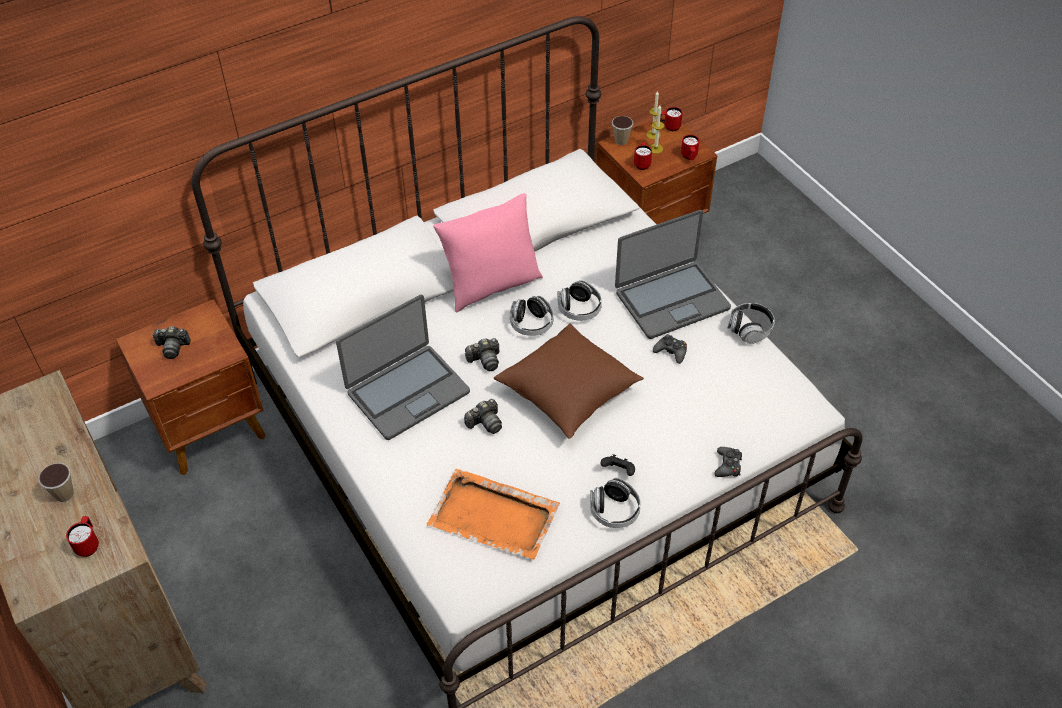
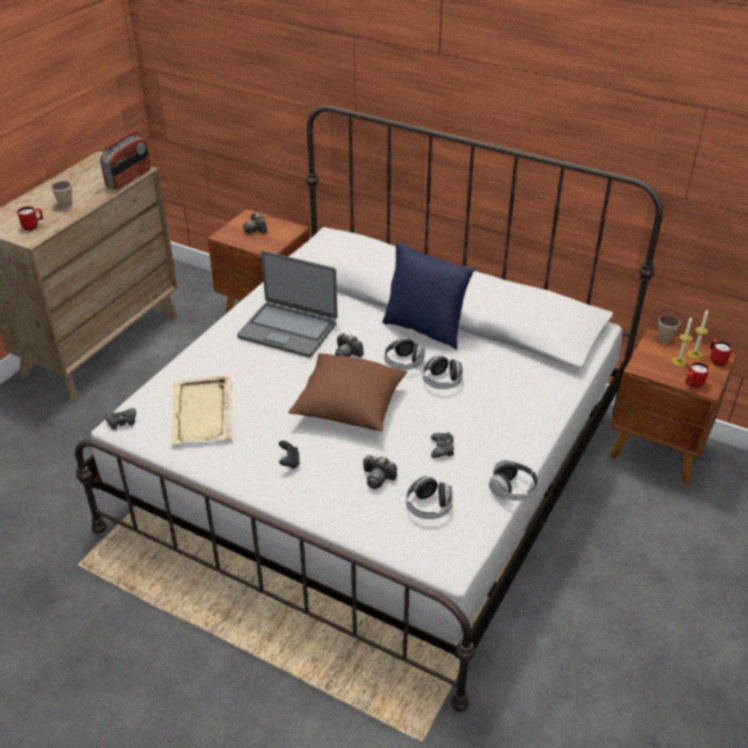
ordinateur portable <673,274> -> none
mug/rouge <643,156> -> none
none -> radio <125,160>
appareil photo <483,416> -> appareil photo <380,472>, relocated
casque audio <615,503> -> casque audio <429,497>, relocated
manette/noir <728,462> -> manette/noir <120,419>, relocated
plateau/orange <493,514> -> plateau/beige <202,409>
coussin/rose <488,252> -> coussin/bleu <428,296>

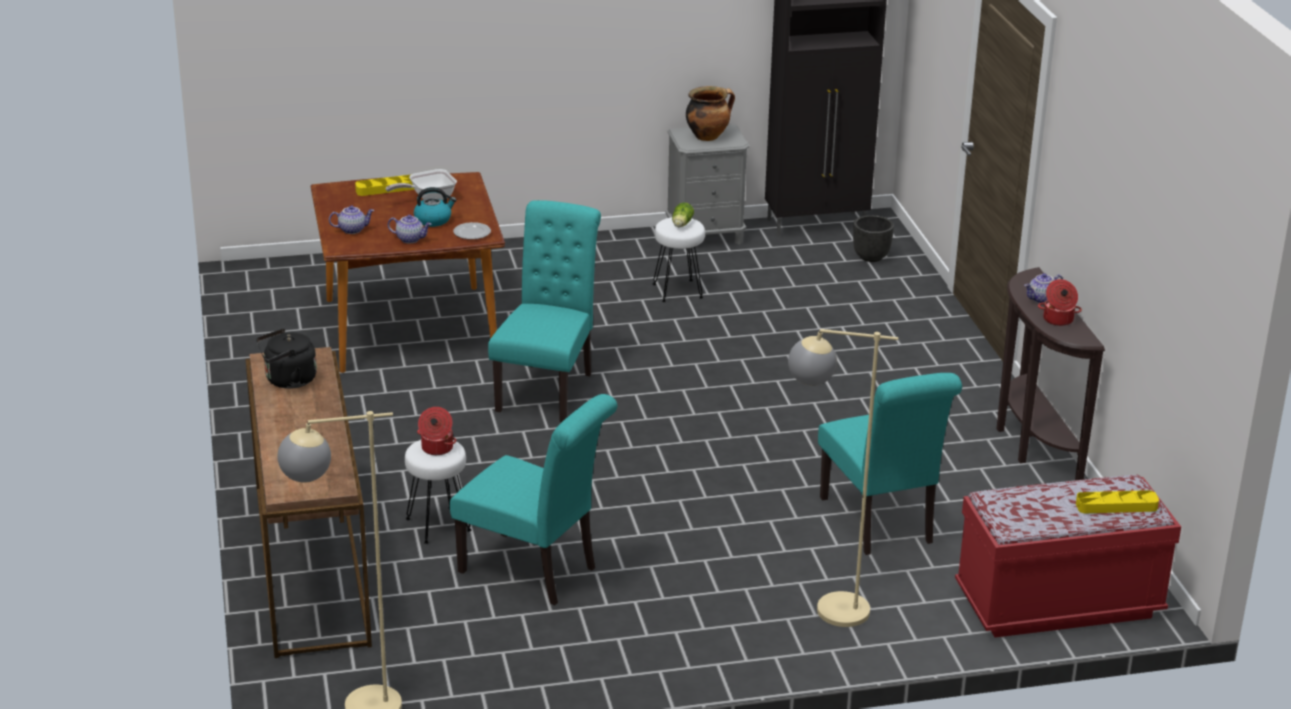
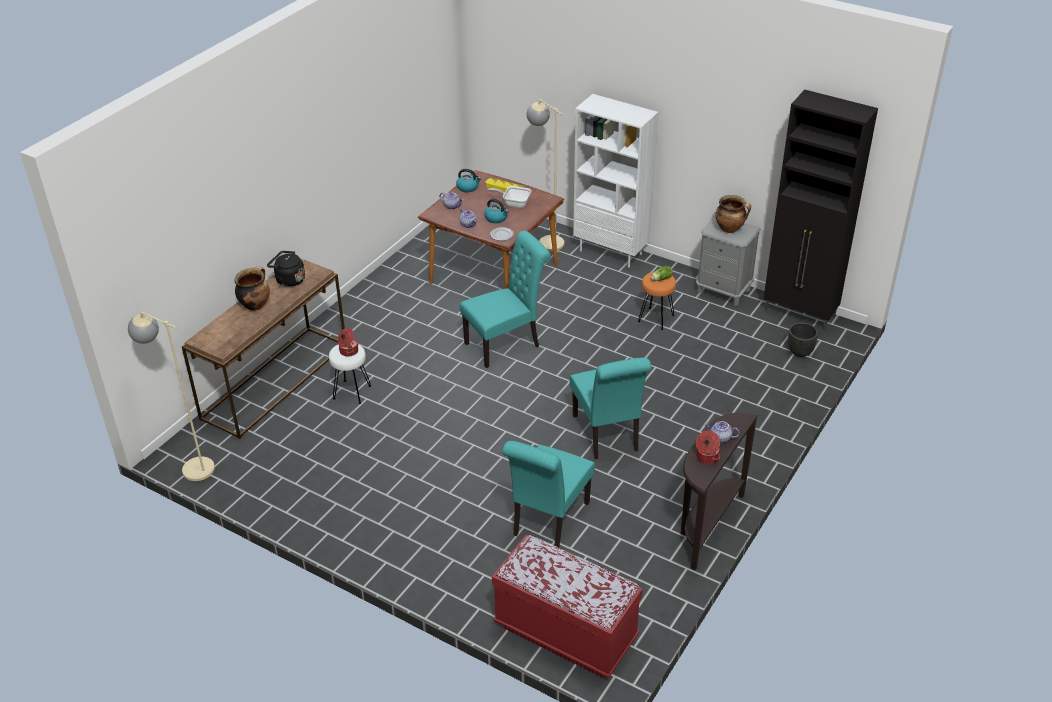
plateau/jaune <1117,501> -> none
none -> marmite <252,288>
none -> bouilloire <468,180>
none -> bibliothèque/blanc <615,181>
chaise/turquoise <533,499> -> chaise/turquoise <610,409>, relocated
lampadaire/beige <843,478> -> lampadaire/beige <545,175>, relocated
tabouret/blanc <679,259> -> tabouret/orange <657,301>

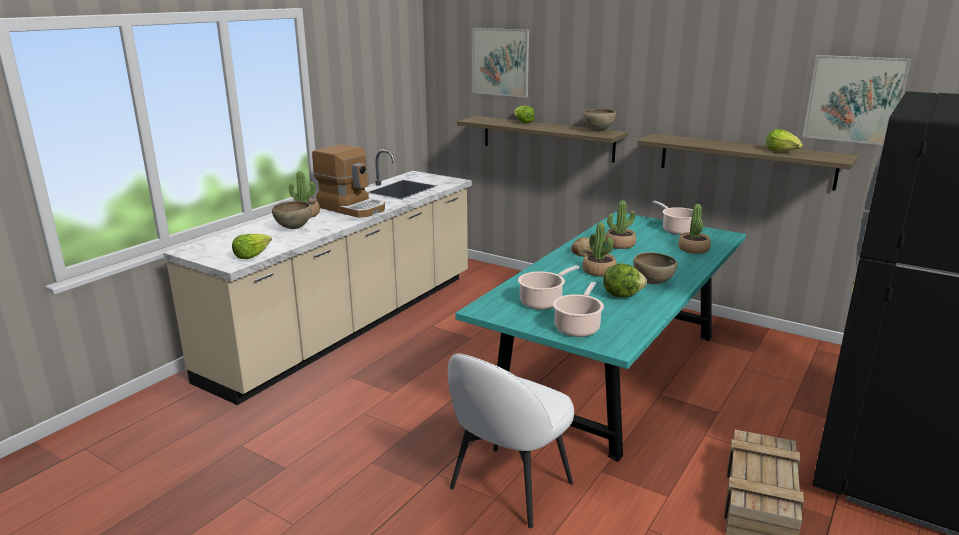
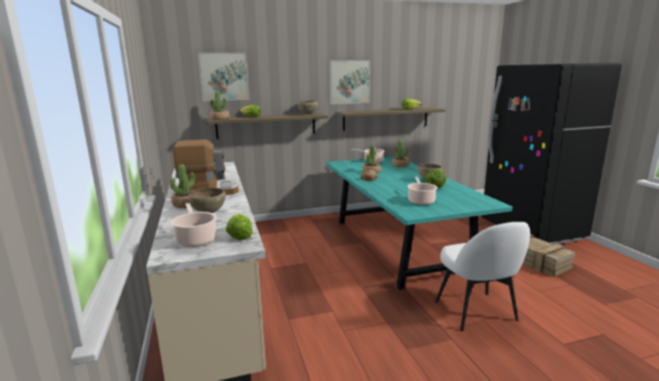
marmite <578,309> -> marmite <194,225>, relocated
plante en pot <599,250> -> plante en pot <219,105>, relocated
tableau <857,100> -> tableau <349,82>, relocated

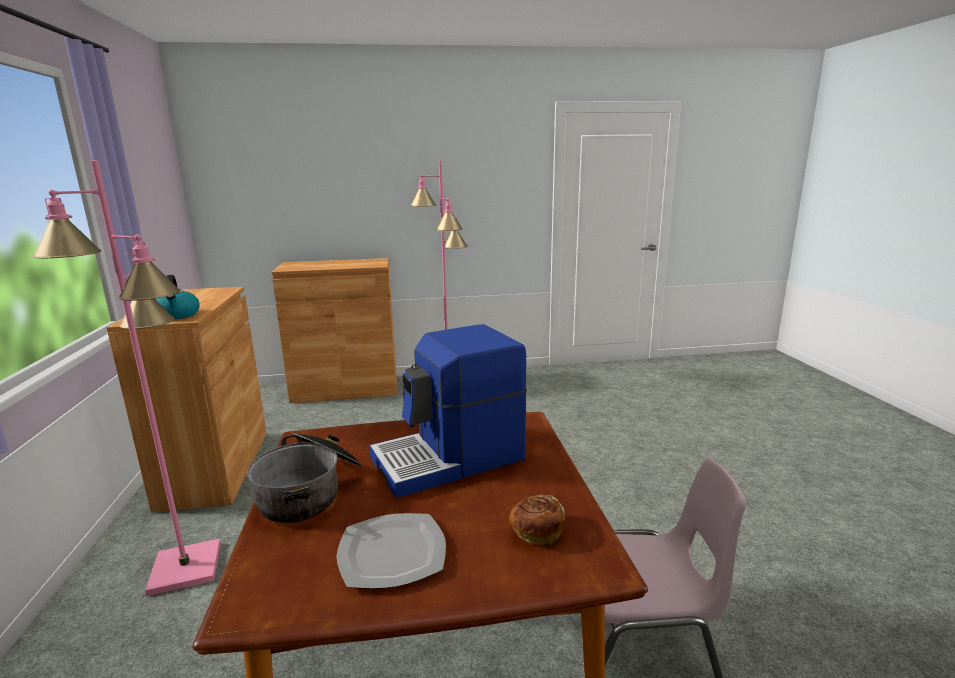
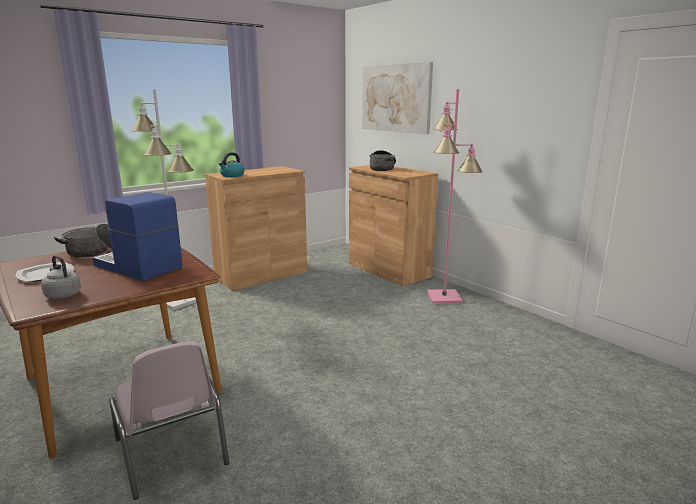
none -> tableau <397,98>
none -> marmite <382,160>
pain <537,520> -> bouilloire/gris <61,277>
lampadaire/rose <126,378> -> lampadaire/blanc <164,199>

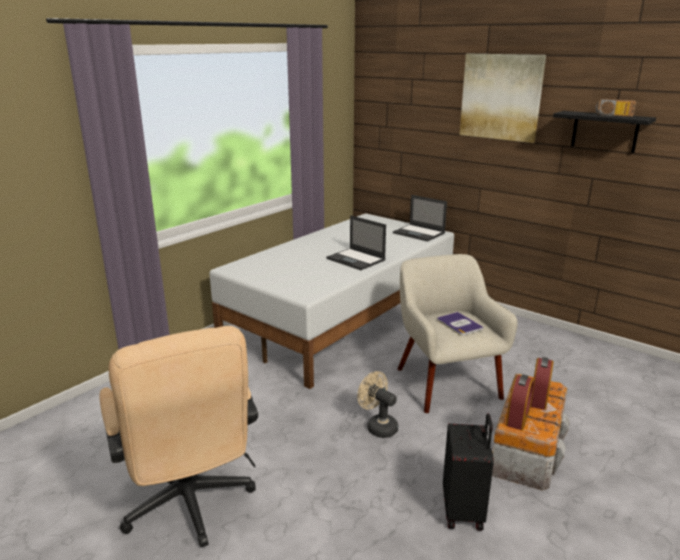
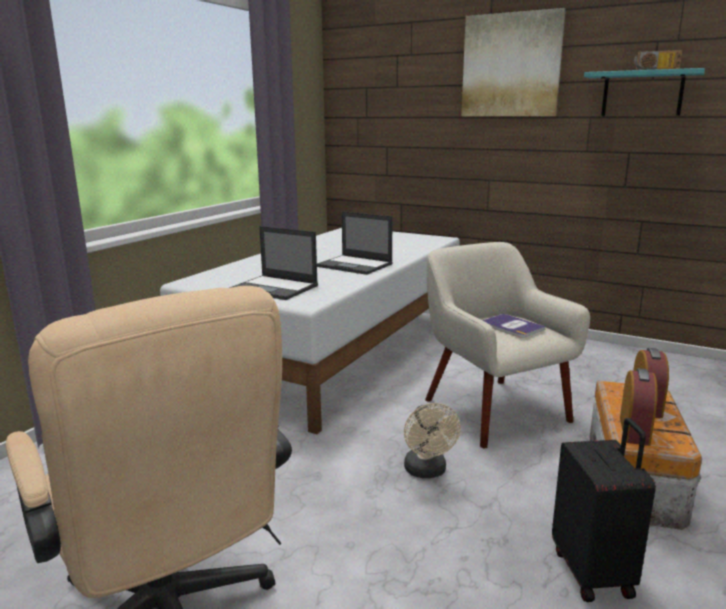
ordinateur portable <420,218> -> ordinateur portable <273,263>, relocated
étagère/noir <604,132> -> étagère/turquoise <644,92>
ventilateur/beige <377,404> -> ventilateur/beige <432,440>, 135 degrees counterclockwise

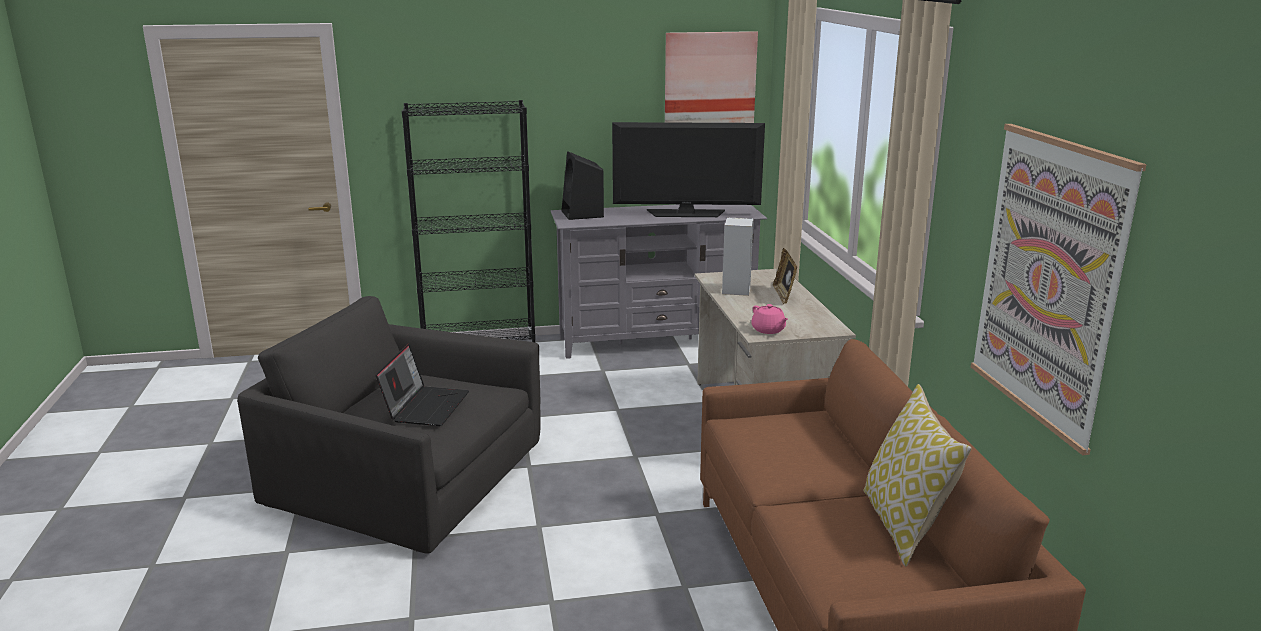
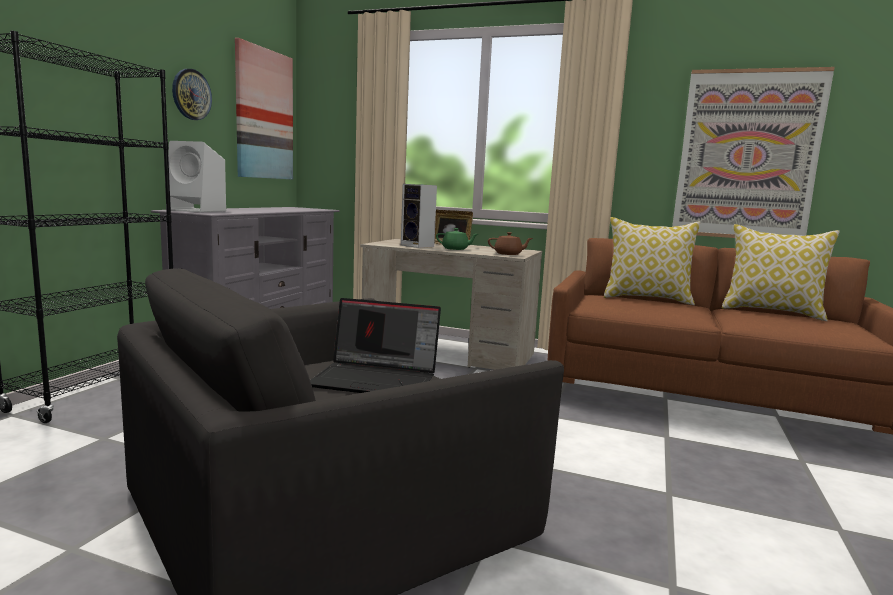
téléviseur <688,169> -> none
none -> horloge murale <192,94>
none -> théière/vert <457,239>
none -> coussin <652,261>
enceinte/noir <582,185> -> enceinte/blanc <197,176>
théière/rose <769,319> -> théière/marron <510,243>
ordinateur portable <422,385> -> ordinateur portable <375,345>, 150 degrees clockwise

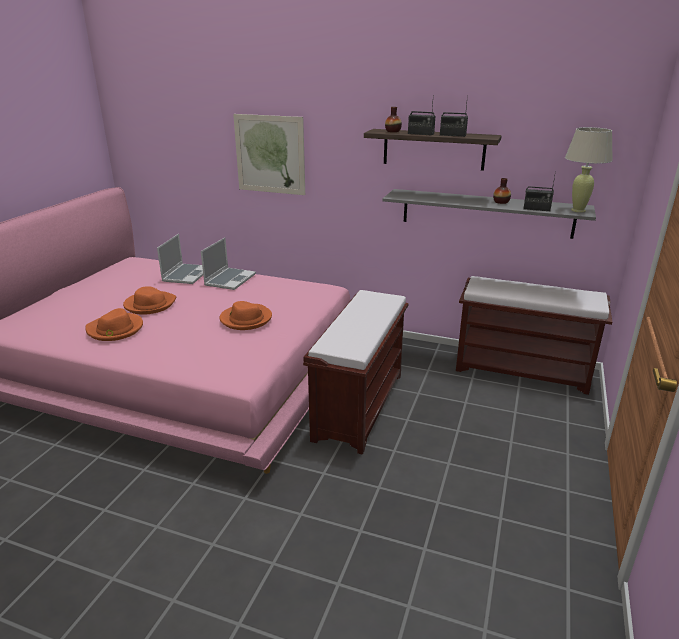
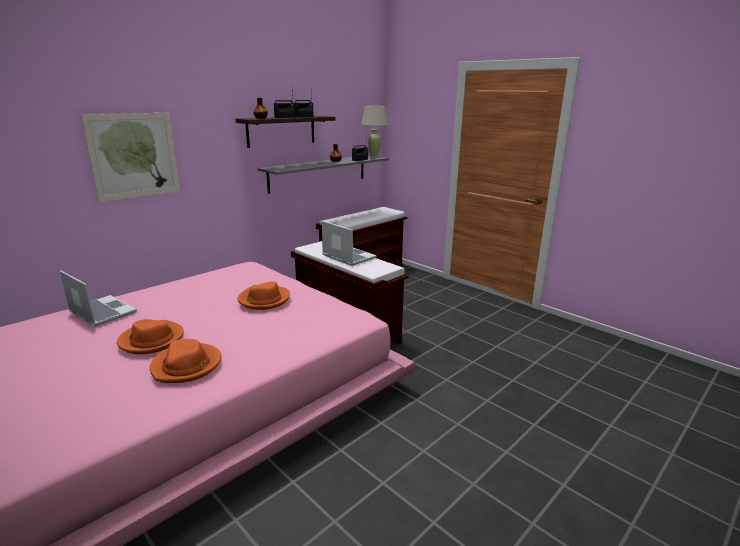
ordinateur portable <228,263> -> ordinateur portable <349,243>, relocated

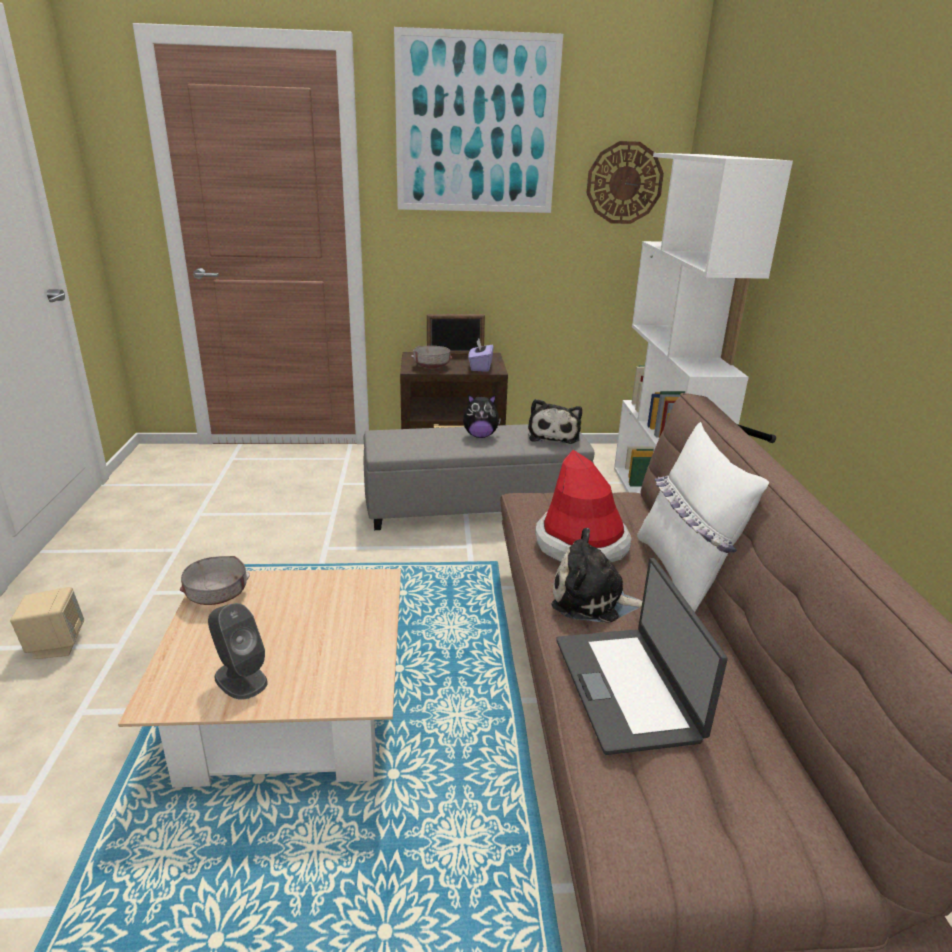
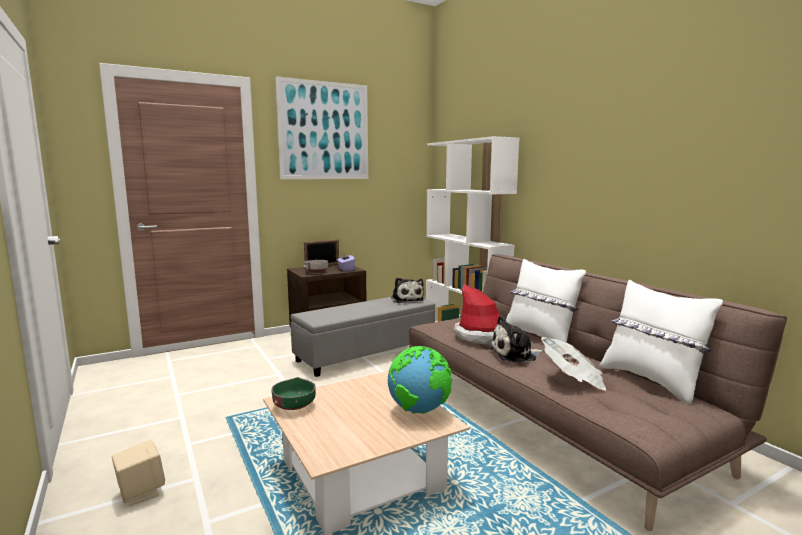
enceinte/gris <238,651> -> none
peluche <482,416> -> none
horloge murale <625,182> -> none
none -> globe <420,380>
none -> coussin/blanc <661,342>
ordinateur portable <642,656> -> journal <573,363>
bol/gris <215,580> -> bol/vert <293,393>

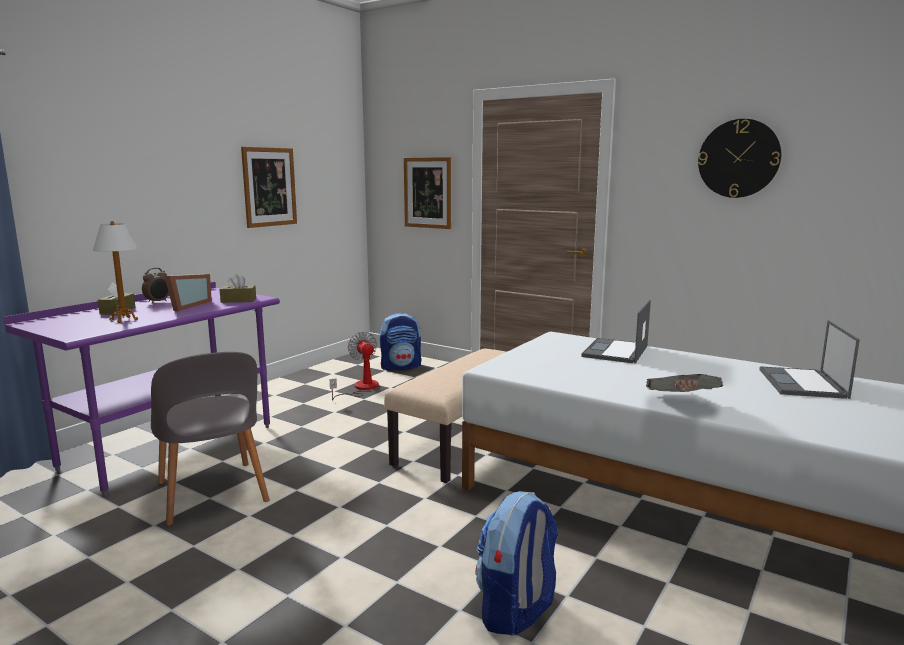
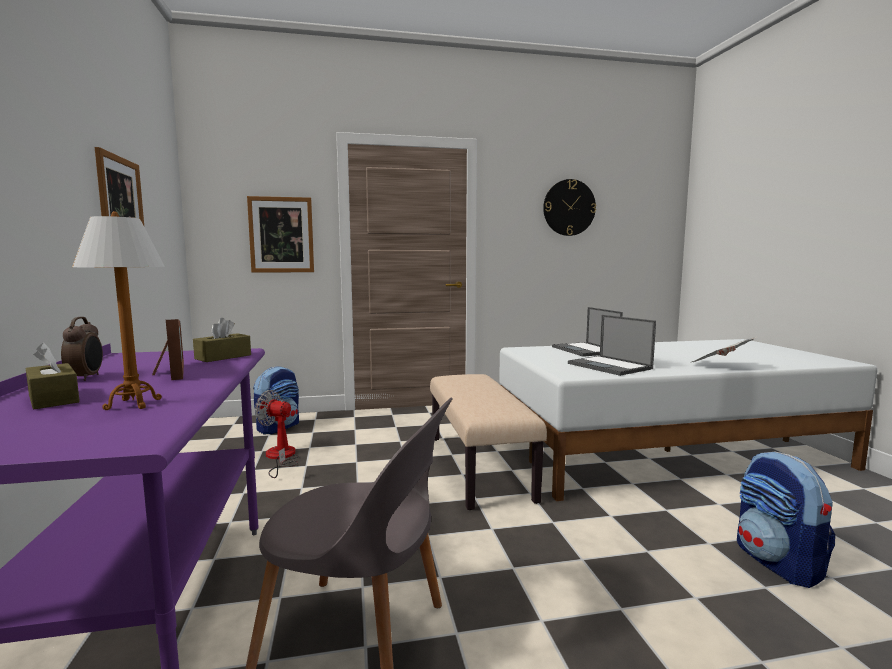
ordinateur portable <809,359> -> ordinateur portable <612,345>, relocated

